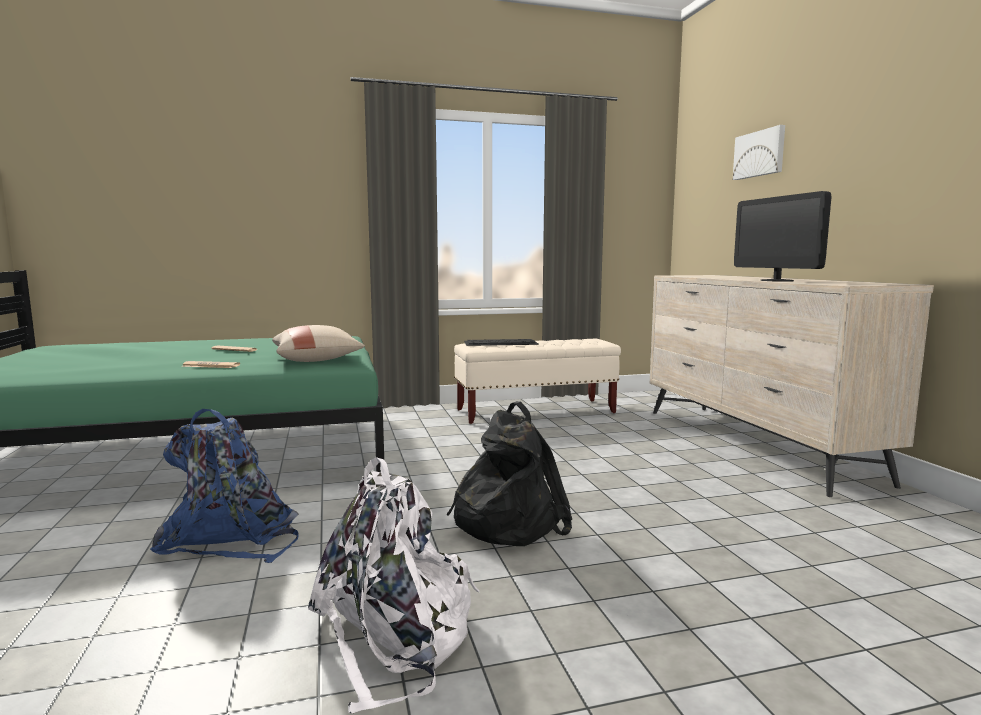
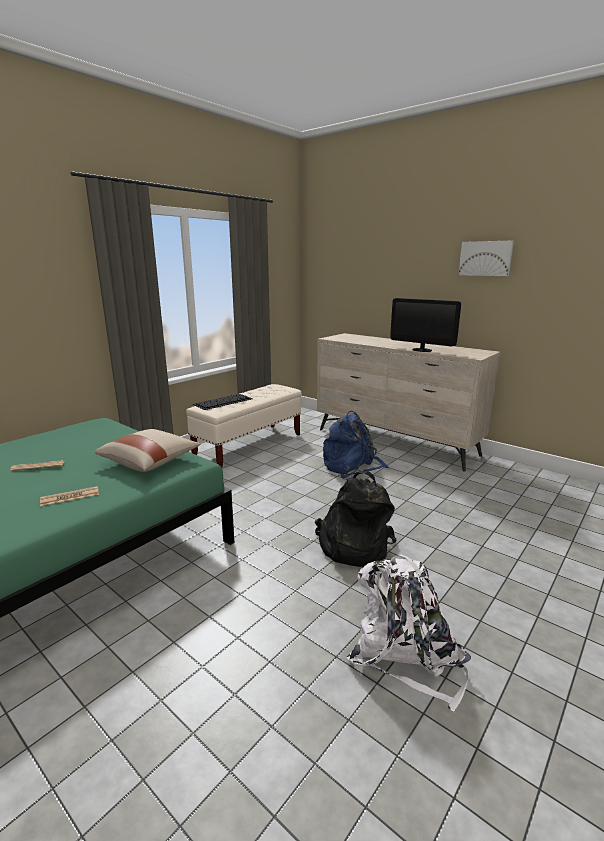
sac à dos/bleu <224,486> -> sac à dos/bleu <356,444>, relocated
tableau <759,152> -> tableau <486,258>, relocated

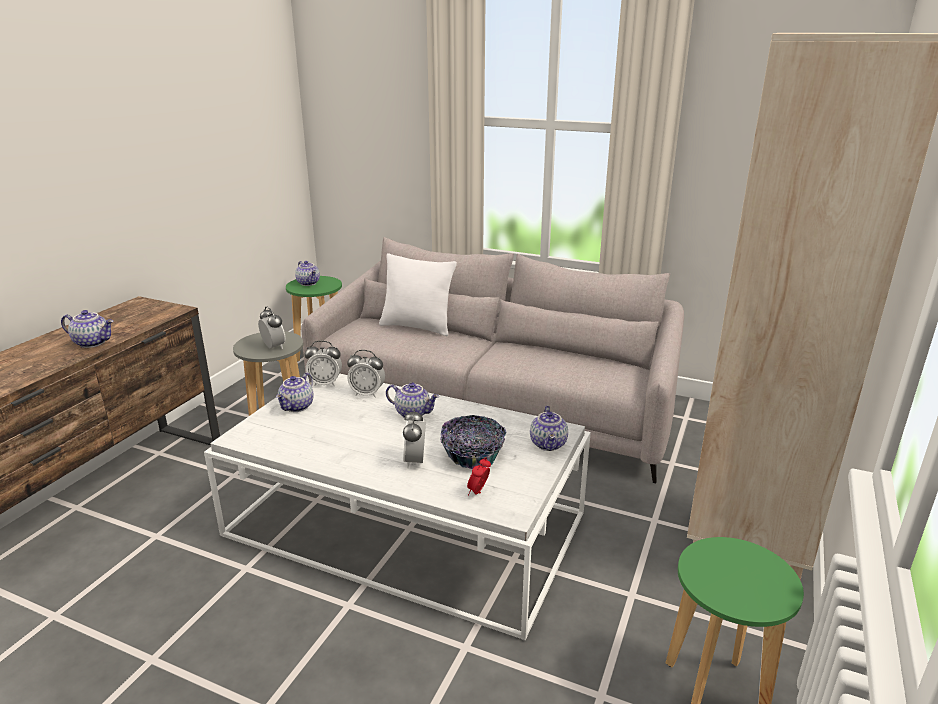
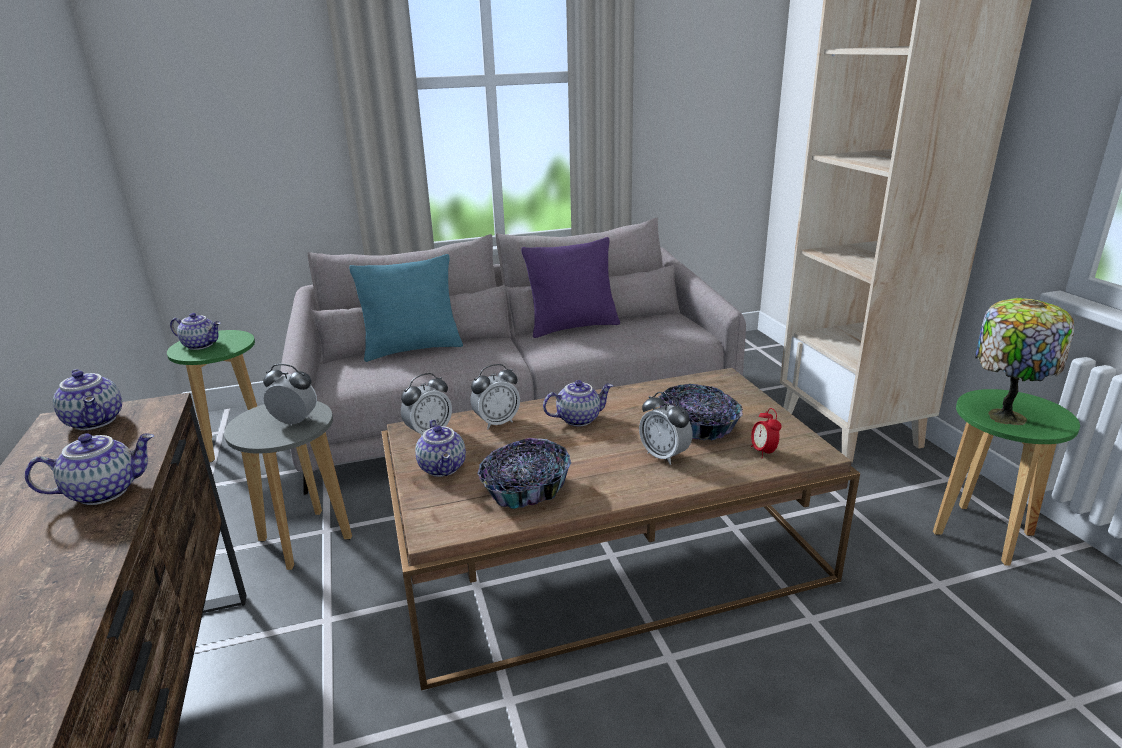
none -> bol <524,473>
none -> coussin/violet <570,287>
none -> lampe de table <1024,361>
théière <549,428> -> théière <87,399>, relocated
table basse/blanc <397,507> -> table basse/marron <620,529>
coussin/blanc <418,294> -> coussin/turquoise <406,308>

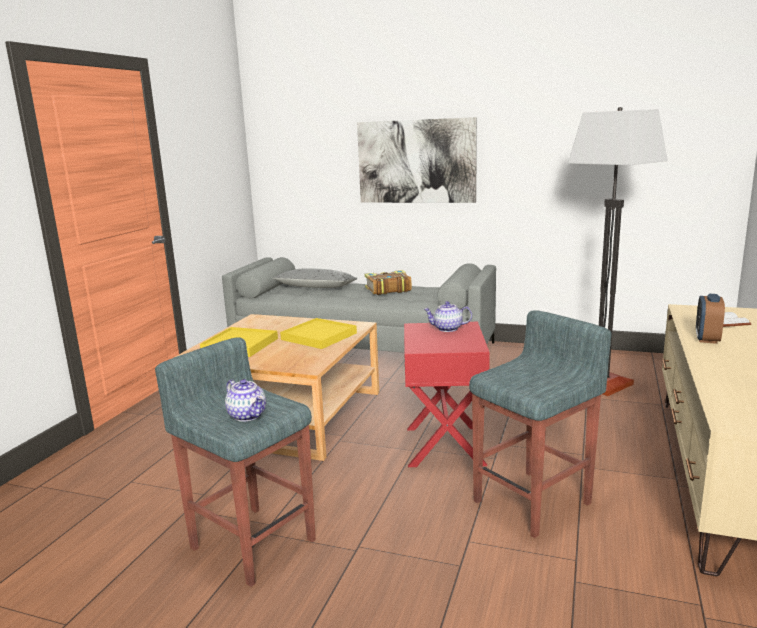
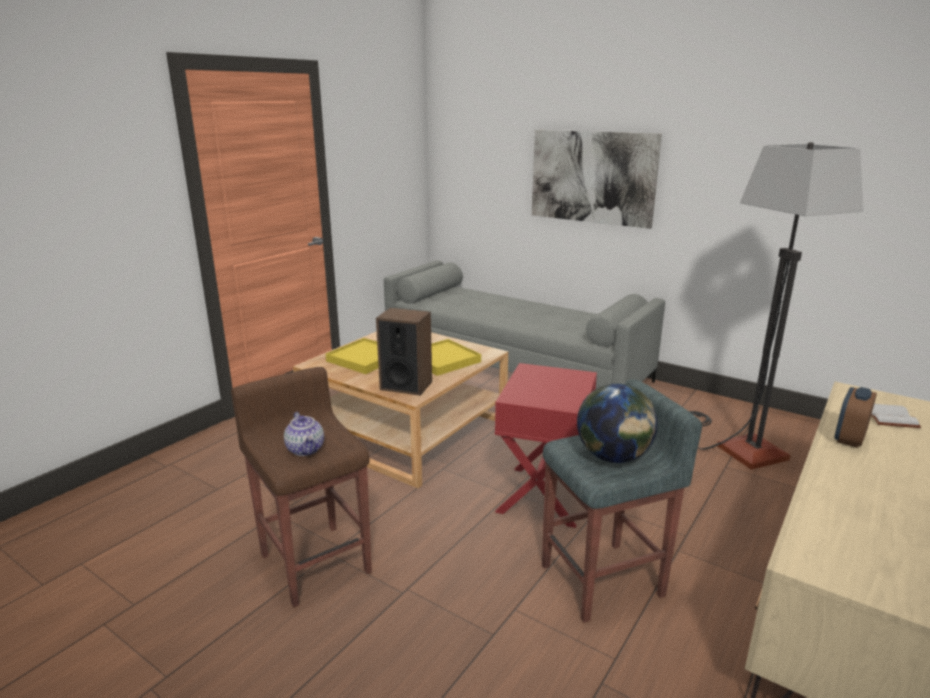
coussin/gris <315,278> -> none
livre <388,282> -> none
théière <447,316> -> none
none -> enceinte <404,352>
none -> globe <617,423>
tabouret/gris <235,462> -> tabouret/marron <301,487>

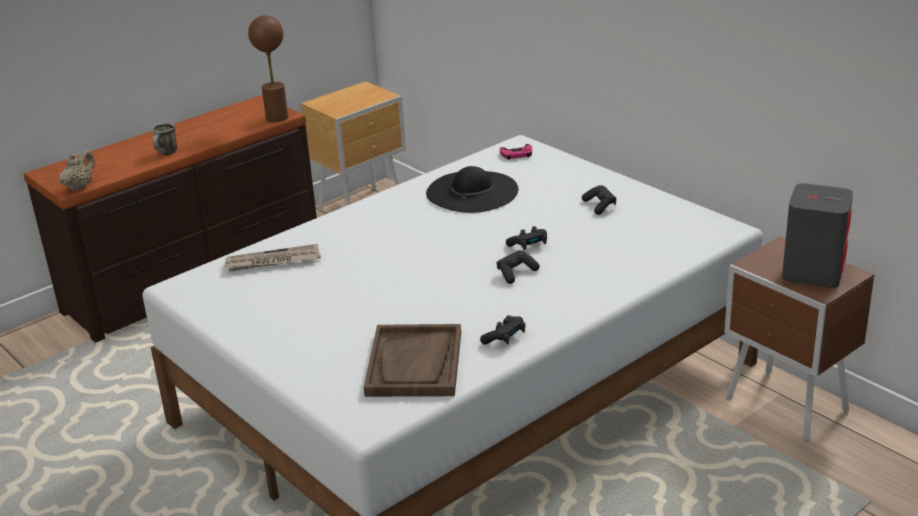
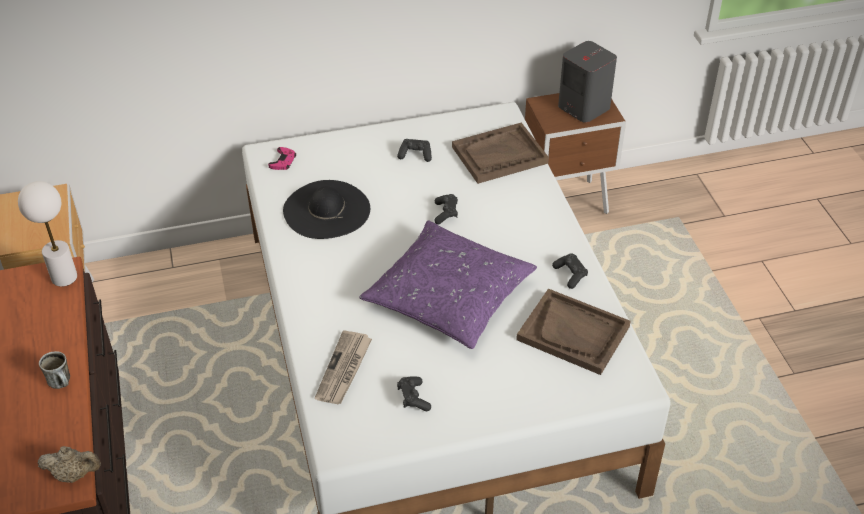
none -> coussin/violet <448,284>
none -> plateau/marron <500,153>
manette/noir <518,267> -> manette/noir <414,393>, relocated
lampe de table/marron <268,68> -> lampe de table/blanc <47,234>
théière/beige <77,170> -> théière/beige <69,464>, 135 degrees clockwise

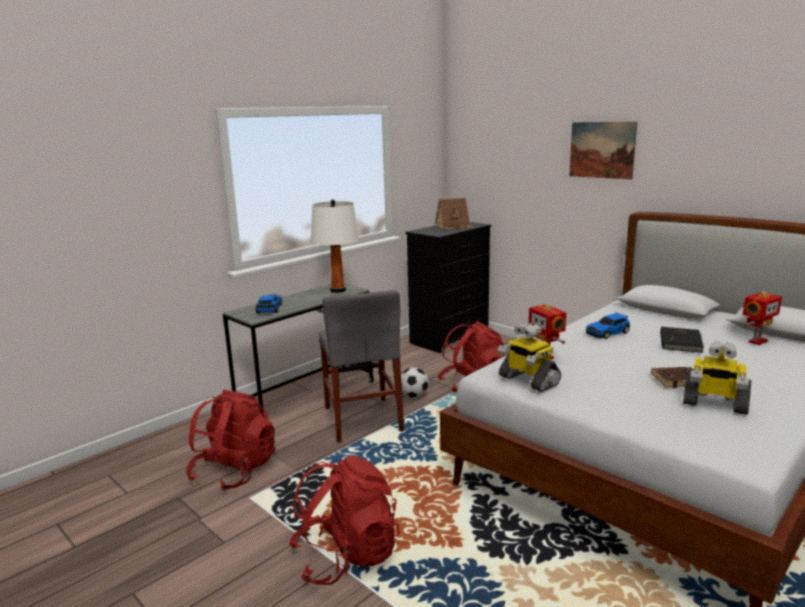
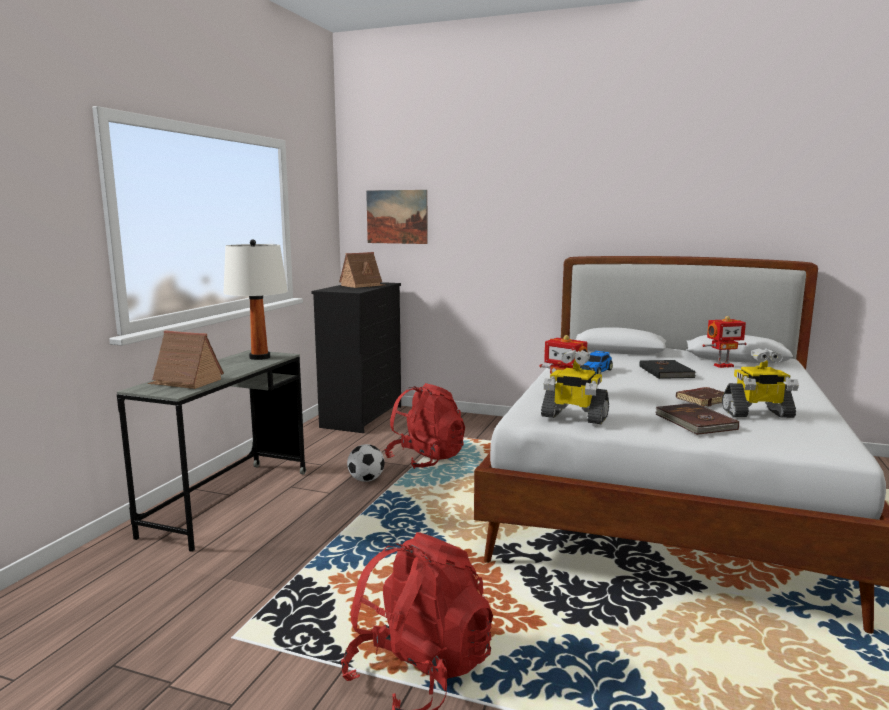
sac à dos/rouge <230,440> -> none
chaise/gris <361,366> -> none
none -> livre/marron <697,419>
tableau <603,151> -> tableau <397,217>, relocated
petite voiture <269,304> -> maison miniature <185,359>
robot jouet <762,318> -> robot jouet <724,342>, 45 degrees clockwise

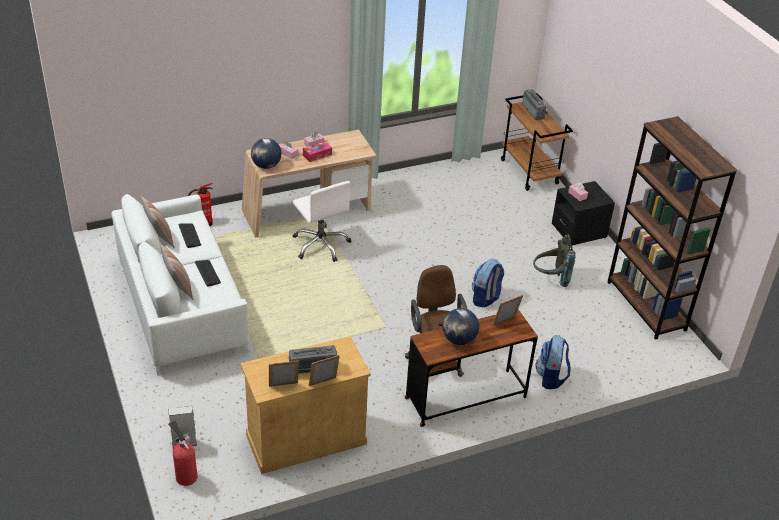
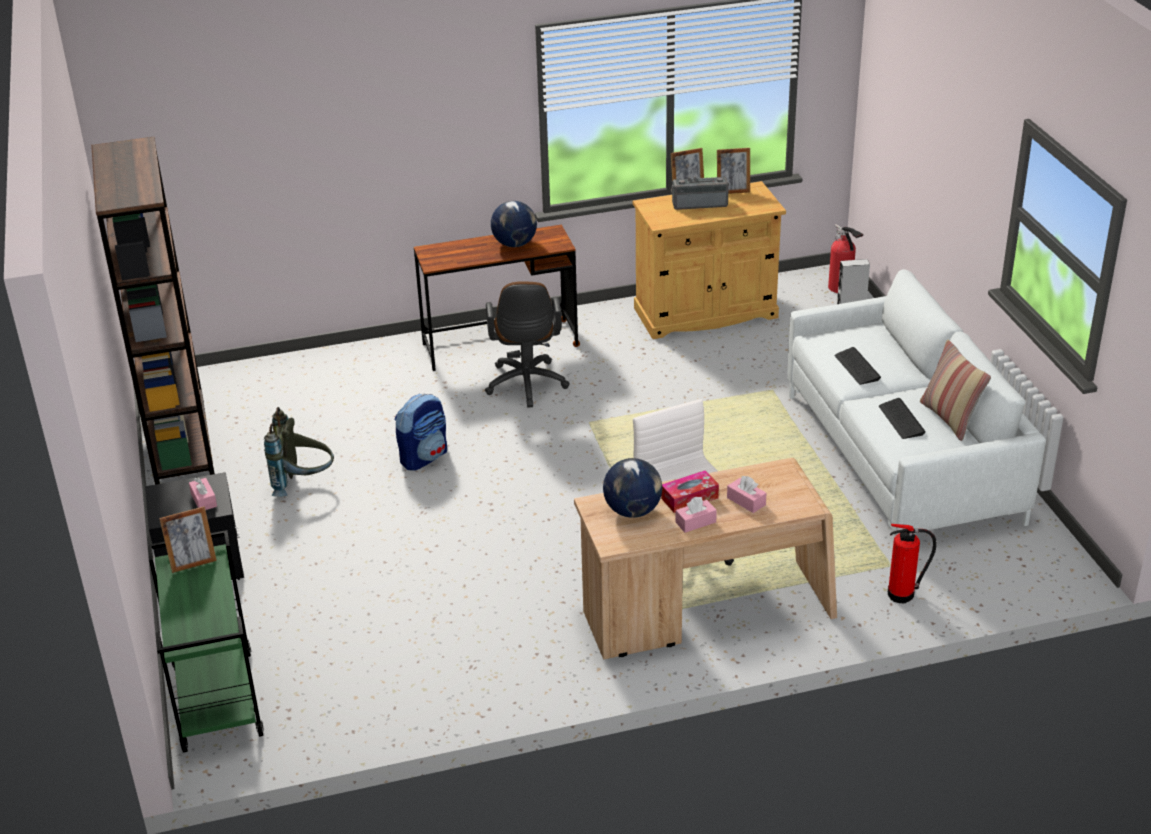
coussin <176,270> -> none
radio <535,104> -> none
sac à dos <552,362> -> none
globe <266,153> -> globe <632,488>, relocated
cadre photo <508,310> -> cadre photo <188,539>, relocated
chariot/marron <537,142> -> chariot/vert <205,641>

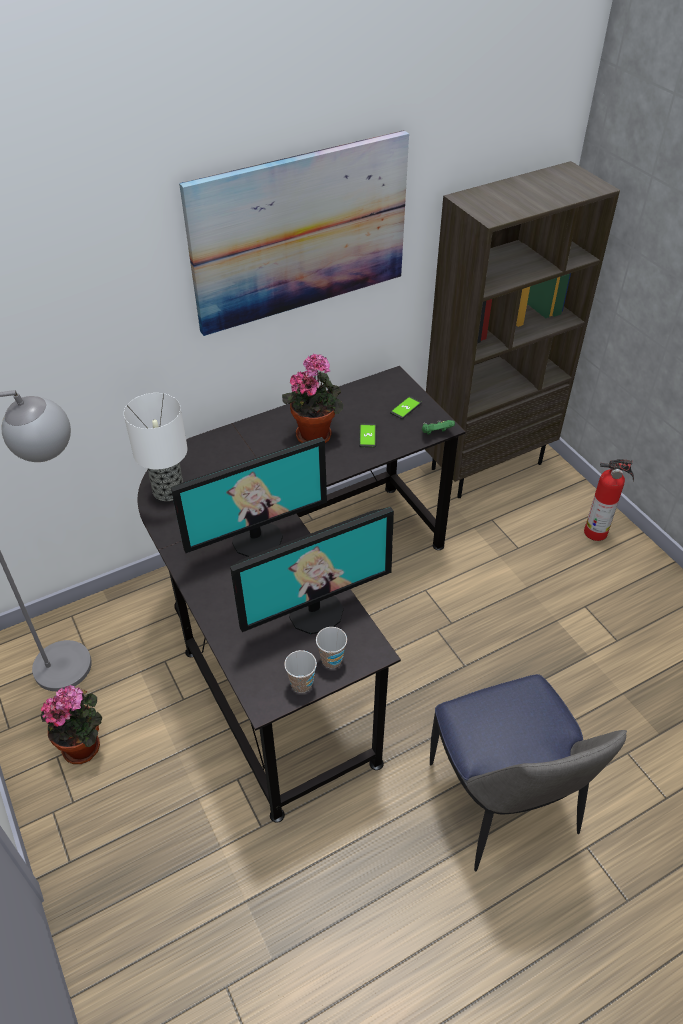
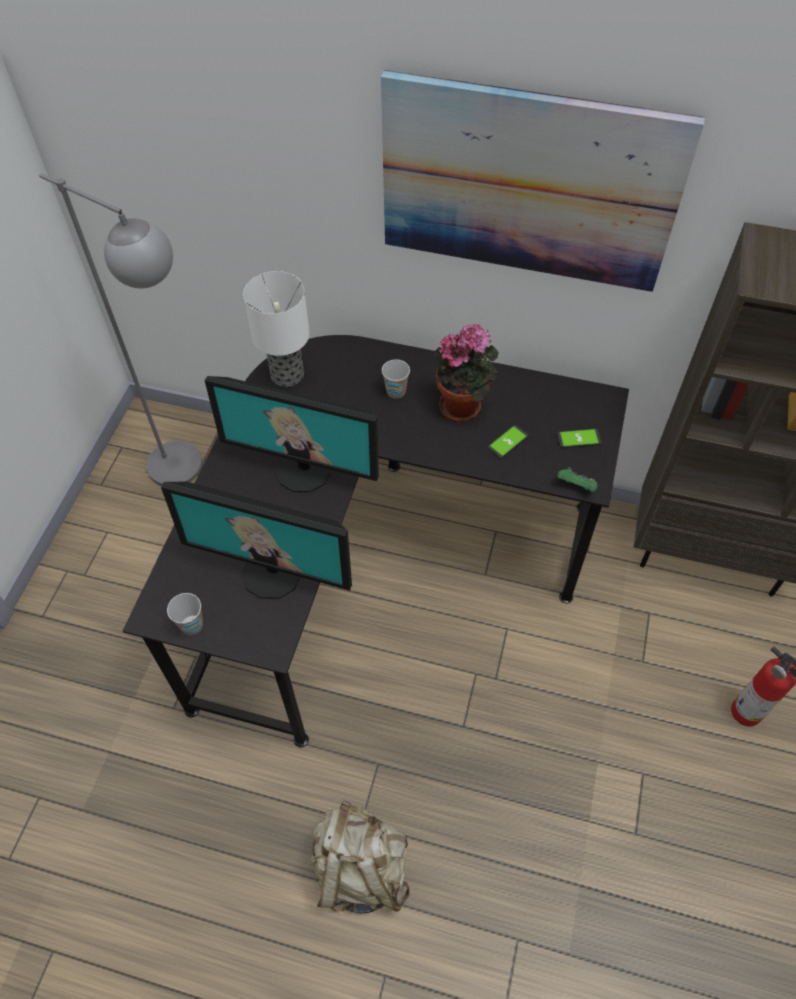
plante en pot <71,724> -> none
tasse <331,648> -> tasse <396,379>, relocated
chaise <528,772> -> sac à dos/beige <360,857>

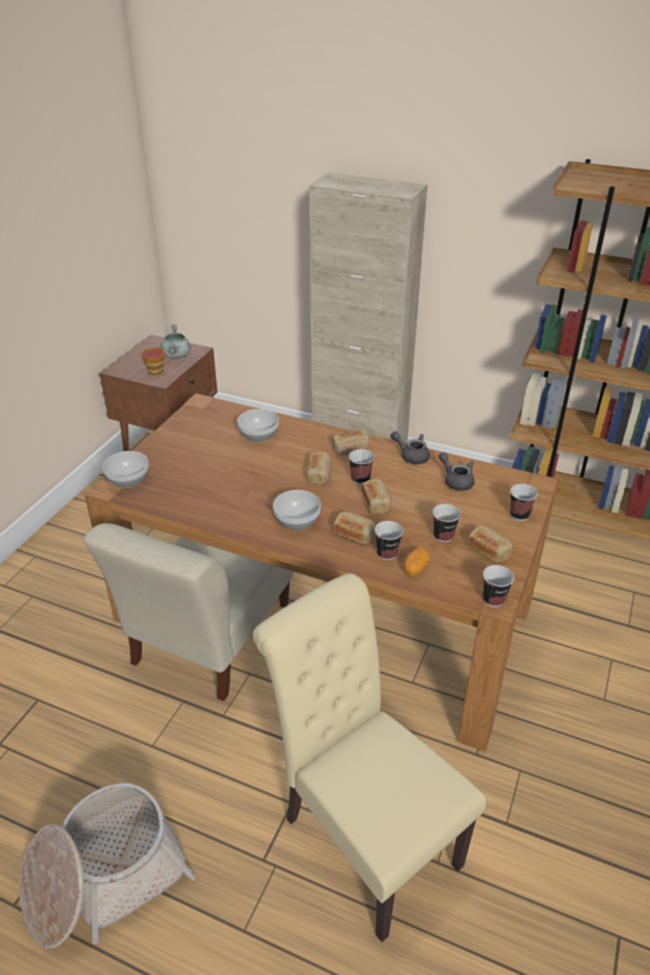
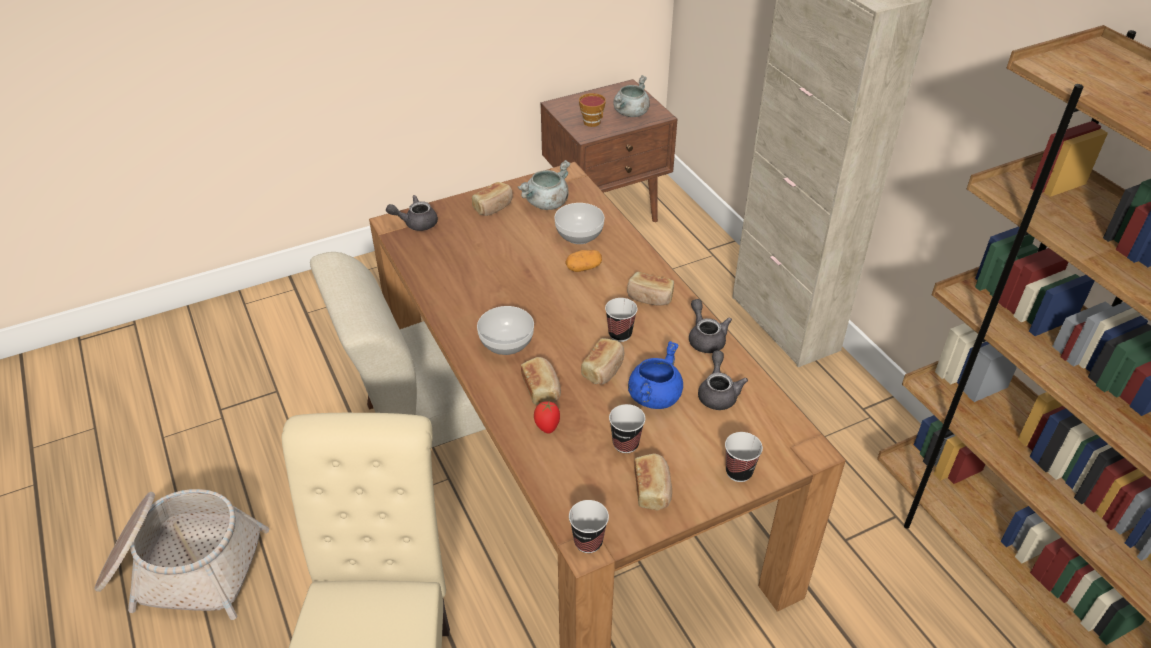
none -> marmite/gris <543,185>
none -> marmite/bleu <655,375>
pain <319,468> -> pain <492,199>, relocated
pomme de terre <417,561> -> pomme de terre <583,261>, relocated
bol <126,469> -> théière/gris <412,213>
tasse <389,540> -> tomate <547,417>

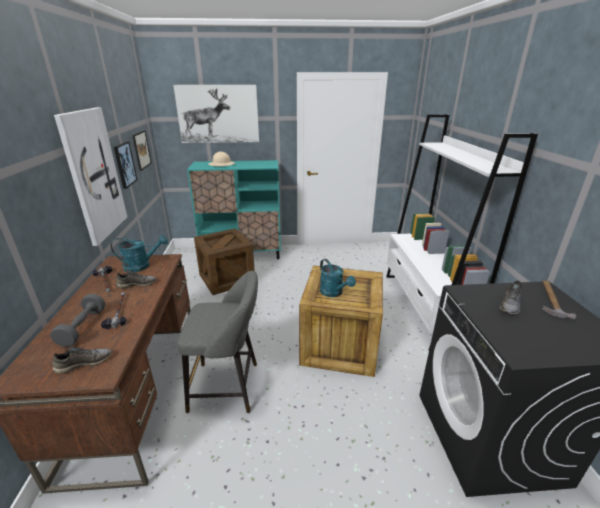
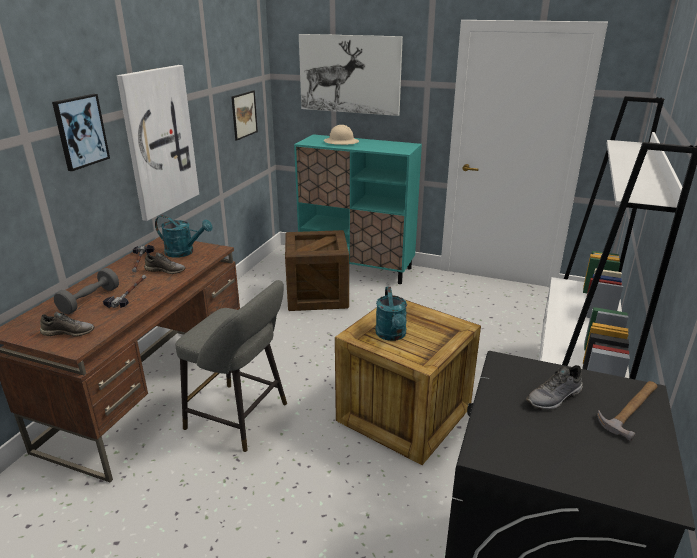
tableau <125,165> -> tableau <81,132>, relocated

